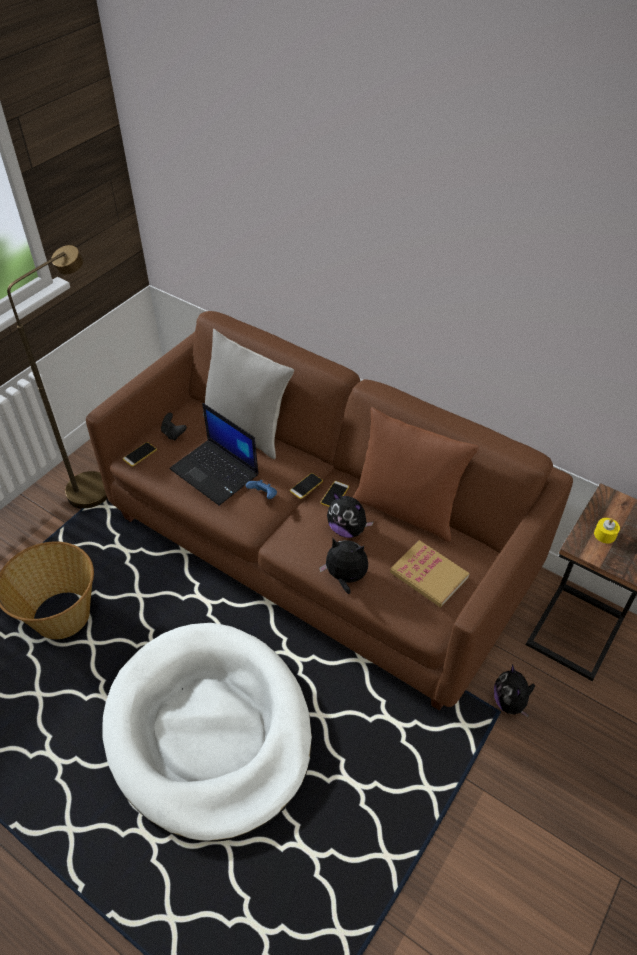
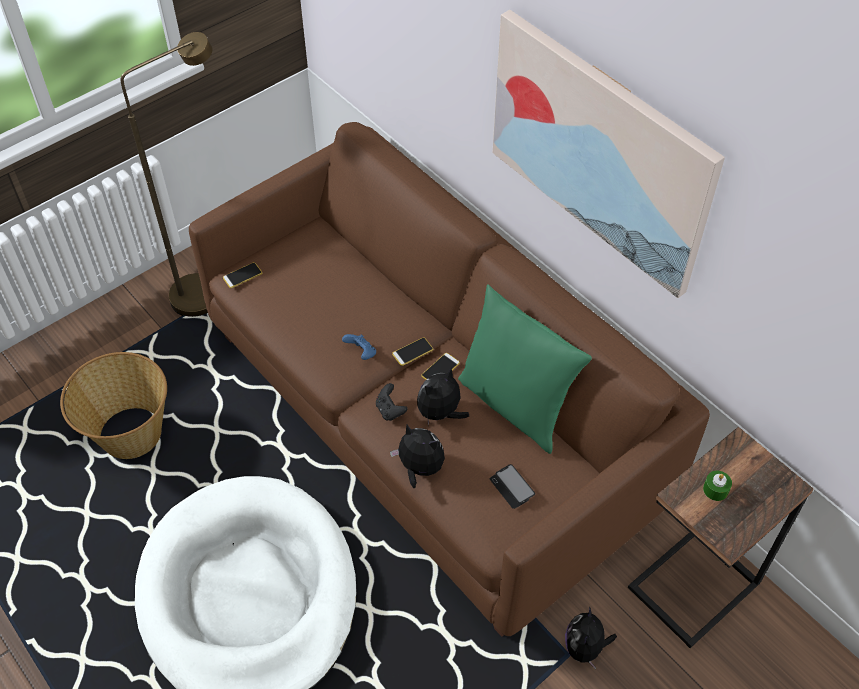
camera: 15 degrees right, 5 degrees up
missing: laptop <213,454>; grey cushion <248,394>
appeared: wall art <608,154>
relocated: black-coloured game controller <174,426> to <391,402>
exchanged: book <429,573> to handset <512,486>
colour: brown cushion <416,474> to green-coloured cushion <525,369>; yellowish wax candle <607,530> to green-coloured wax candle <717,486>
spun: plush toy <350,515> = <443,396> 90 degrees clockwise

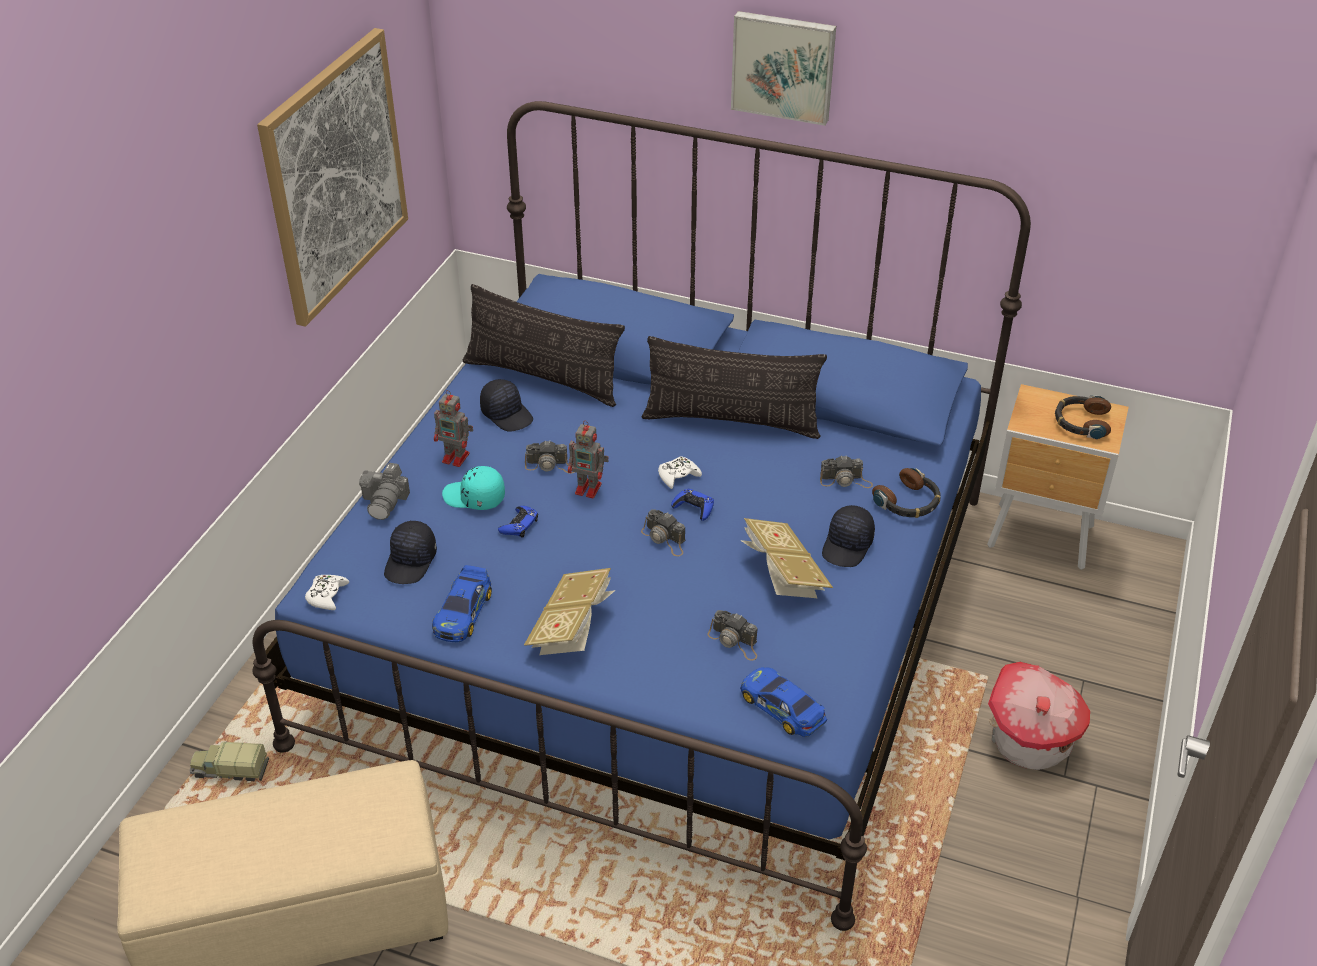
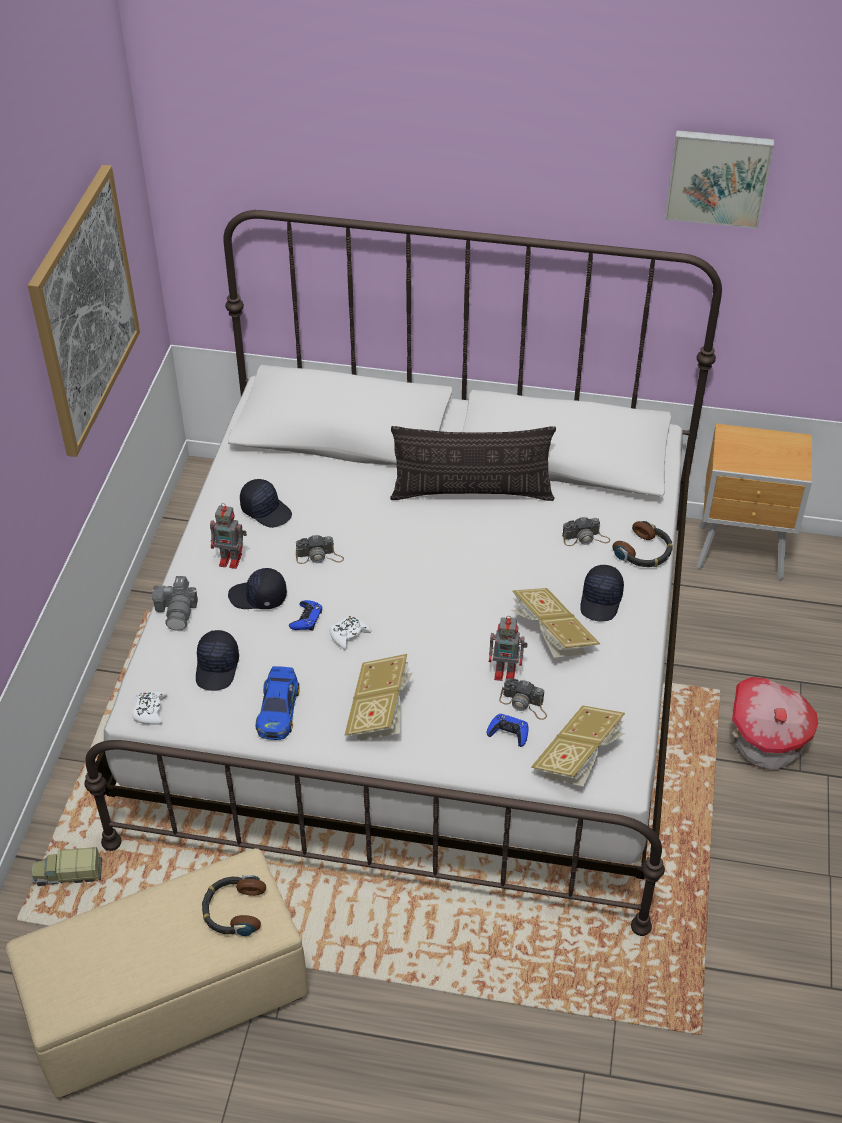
camera: 10 degrees left, 5 degrees up
missing: cushion <544,345>; photo camera <663,533>
relocated: model robot <588,459> to <508,648>; white game controller <680,472> to <350,632>; blue game controller <692,505> to <508,730>; wall art <783,68> to <719,179>; headset <1083,417> to <234,905>
exchanged: toy car <783,702> to book <578,745>
colour: blue sleeping bed <641,516> to white sleeping bed <403,573>; turquoise cap <473,488> to black-coloured cap <257,588>

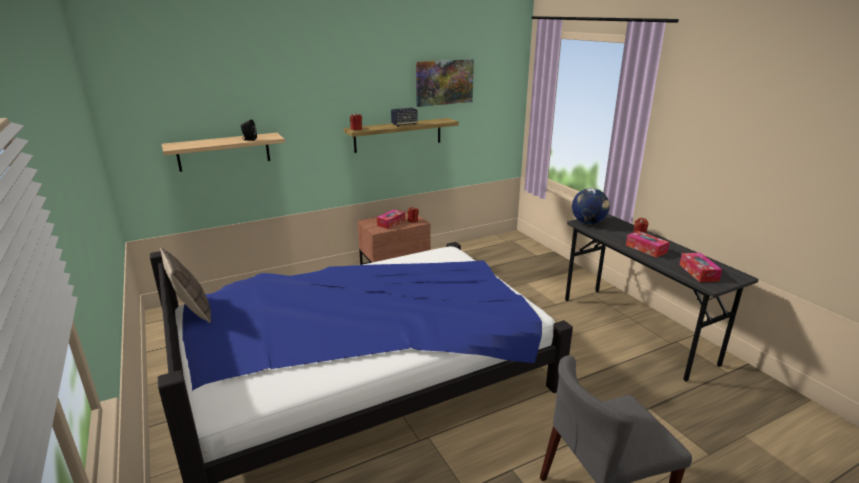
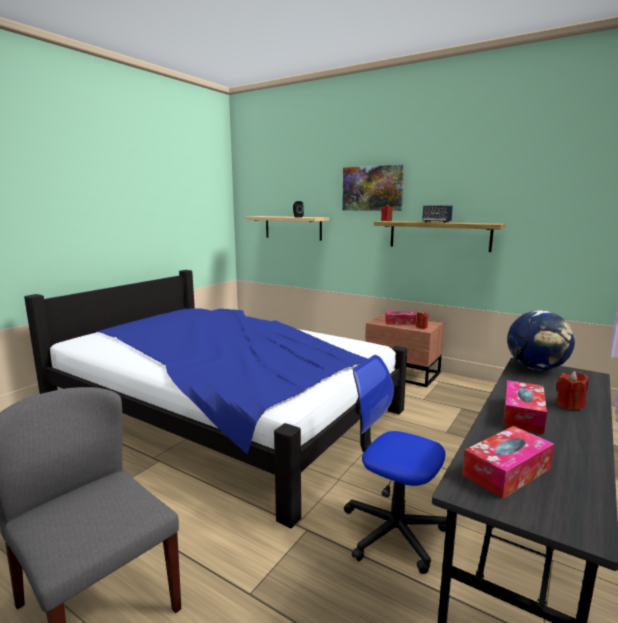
camera: 60 degrees right, 10 degrees down
missing: cushion <185,285>
appeared: desk chair <395,464>
relocated: wall art <445,83> to <373,188>

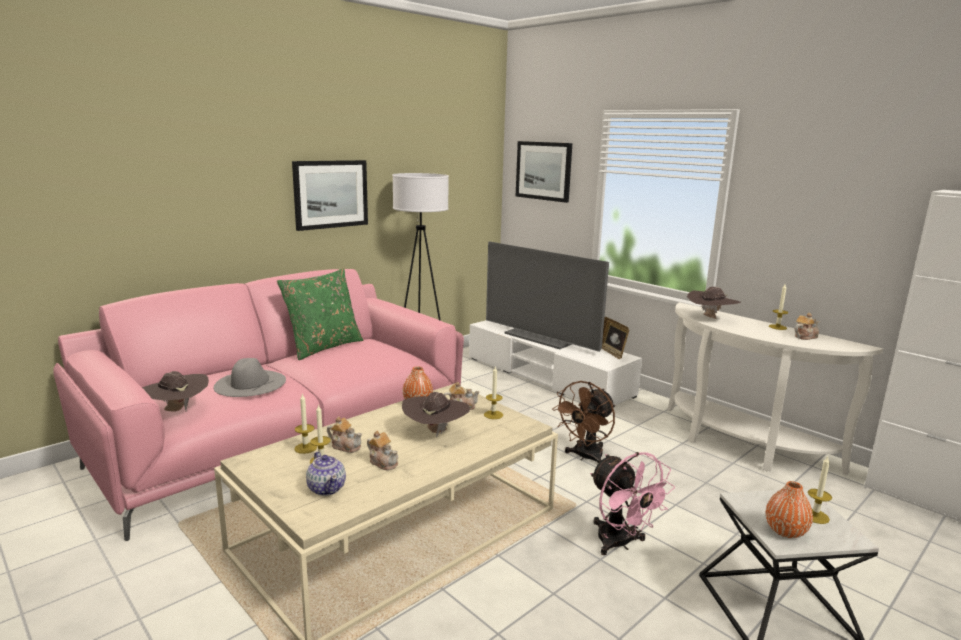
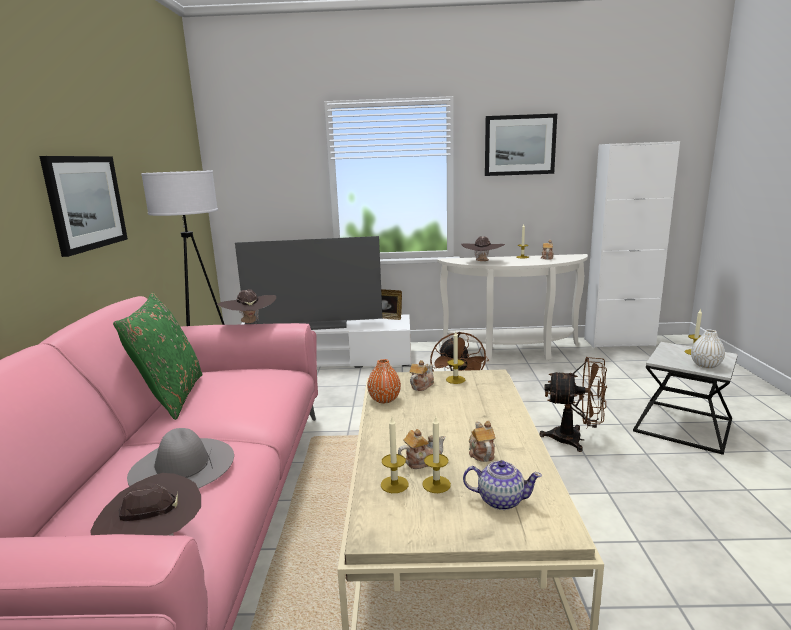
camera: 45 degrees left, 0 degrees up
relocated: brown wearable hat <436,415> to <246,306>; wall art <544,172> to <521,145>
colour: pink-coloured electric fan <632,503> to brown electric fan <573,404>; orange flower vase <789,509> to white flower vase <708,349>
spun: tea pot <382,450> = <482,441> 90 degrees counterclockwise

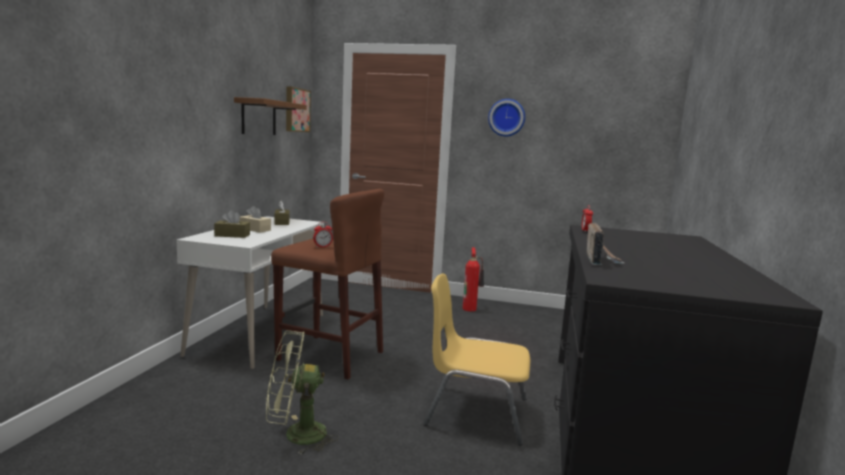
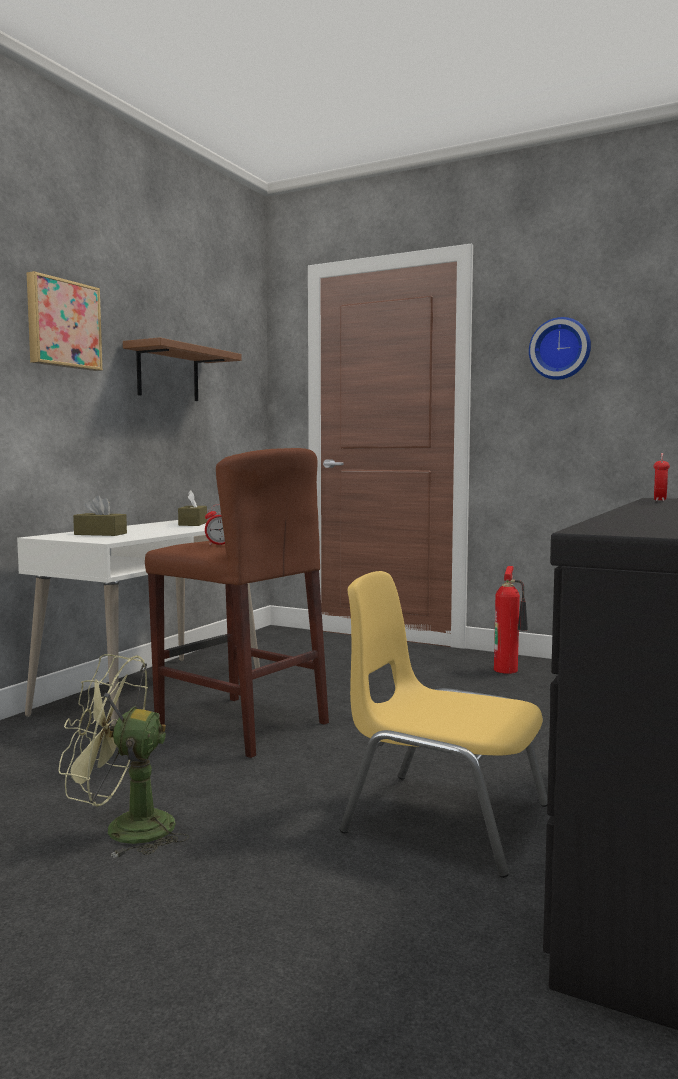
camera: 15 degrees right, 5 degrees down
missing: sand-coloured tissue box <255,219>; radio receiver <606,243>
relocated: wall art <298,109> to <65,321>

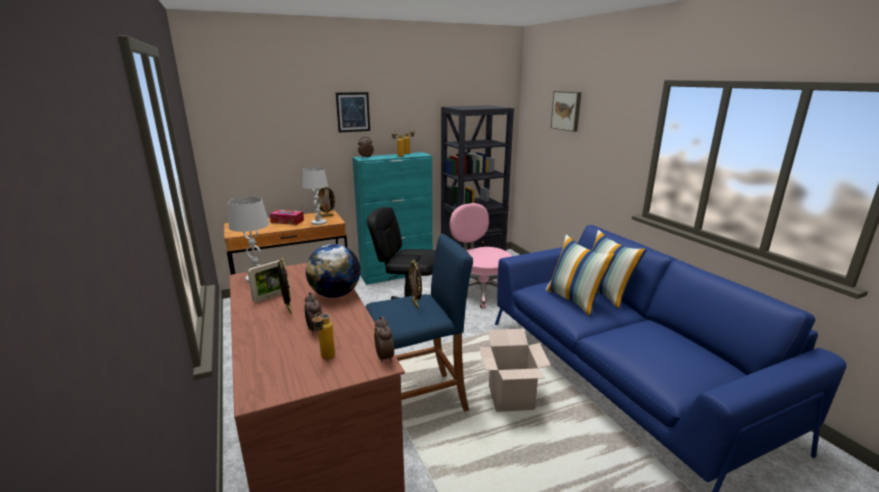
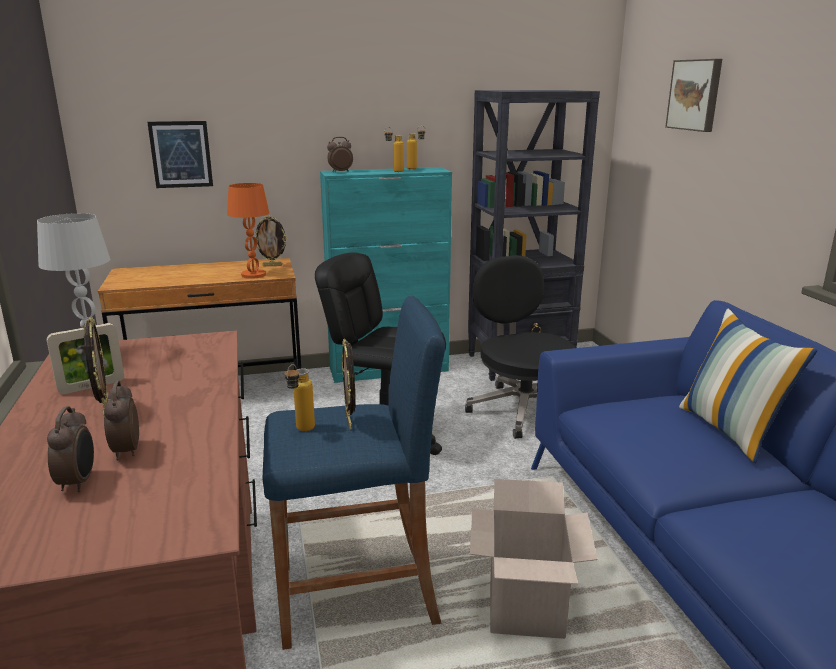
camera: 10 degrees right, 0 degrees up
missing: tissue box <287,217>; globe <333,271>; cushion <580,275>
relocated: drink bottle <323,336> to <300,397>; wall art <353,112> to <180,154>; alarm clock <384,339> to <70,449>
colour: white tabletop lamp <315,196> to orange tabletop lamp <248,231>; pink-coloured desk chair <481,256> to black-coloured desk chair <520,347>

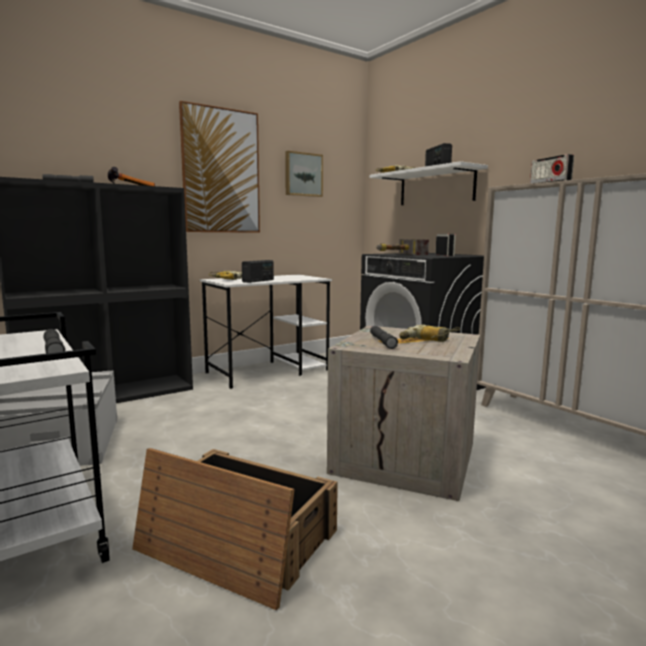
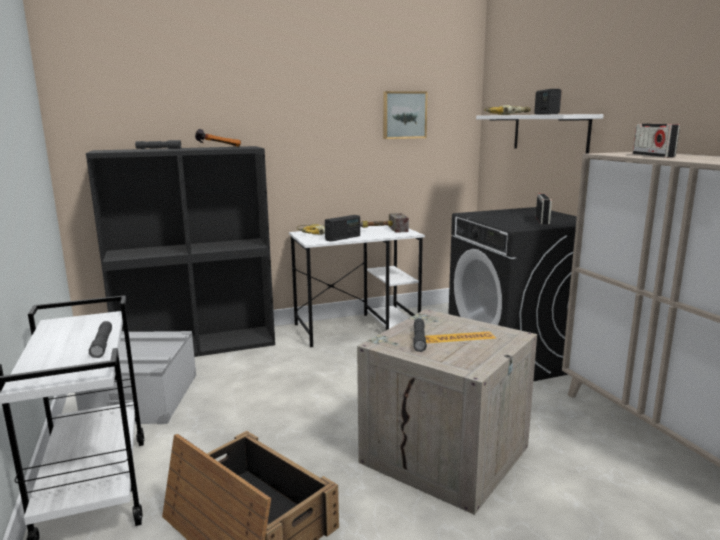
camera: 15 degrees right, 5 degrees up
missing: wall art <219,167>; electric drill <429,333>
relocated: hand hammer <402,247> to <384,223>

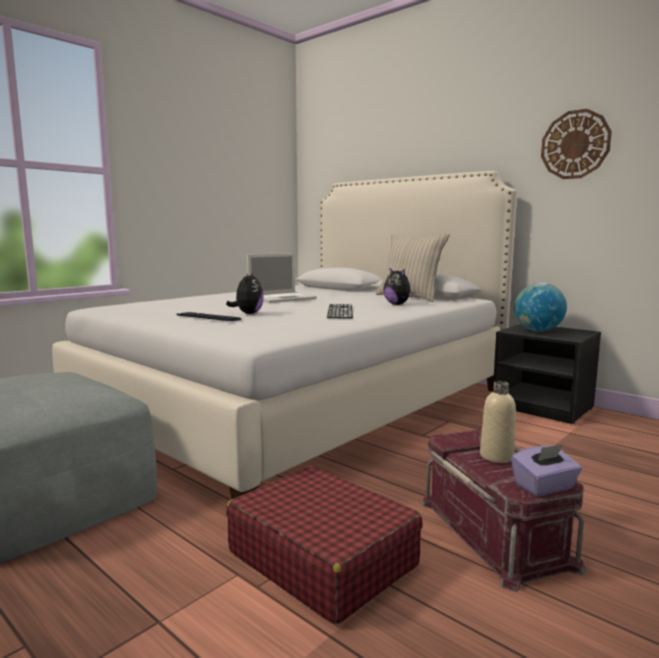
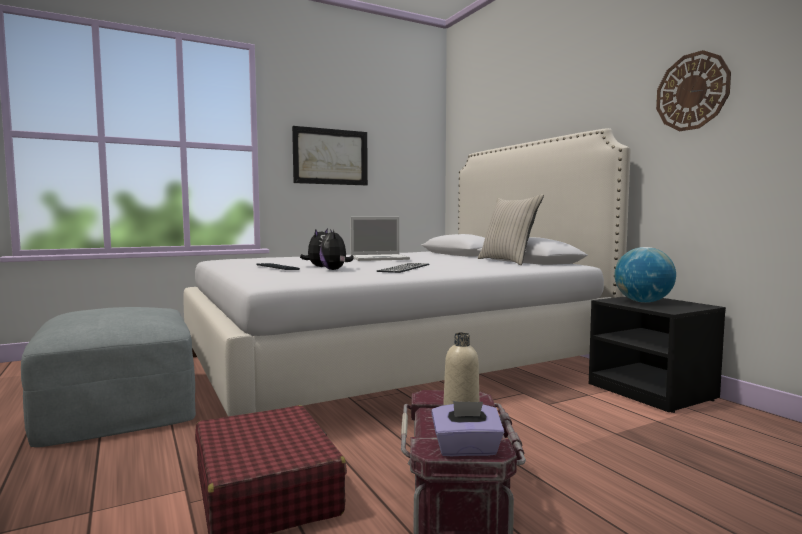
camera: 20 degrees right, 5 degrees down
appeared: wall art <330,155>
relocated: plush toy <399,286> to <336,249>

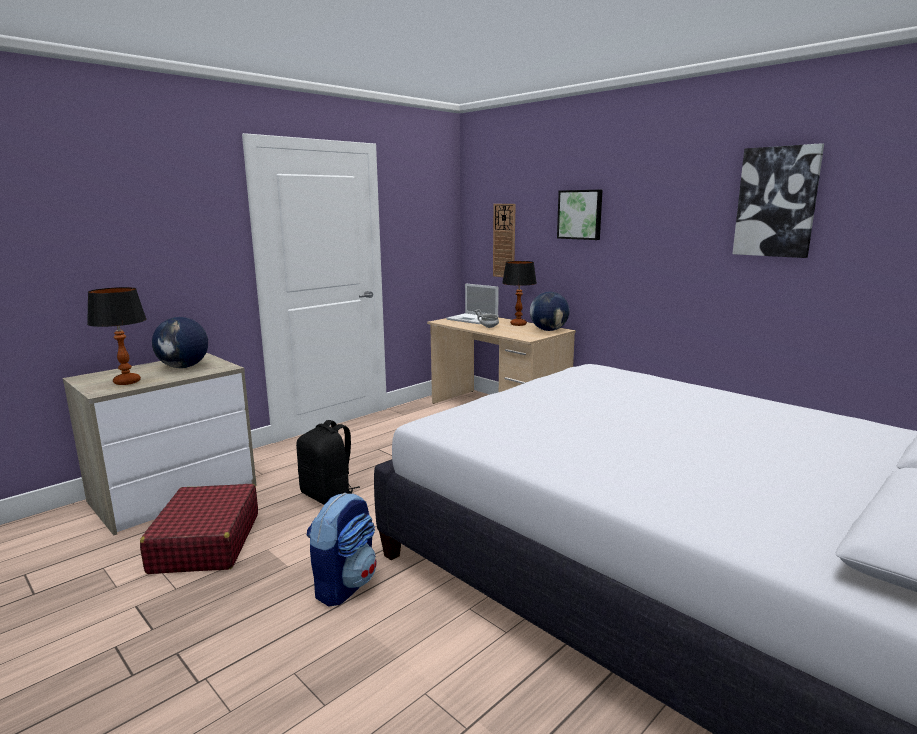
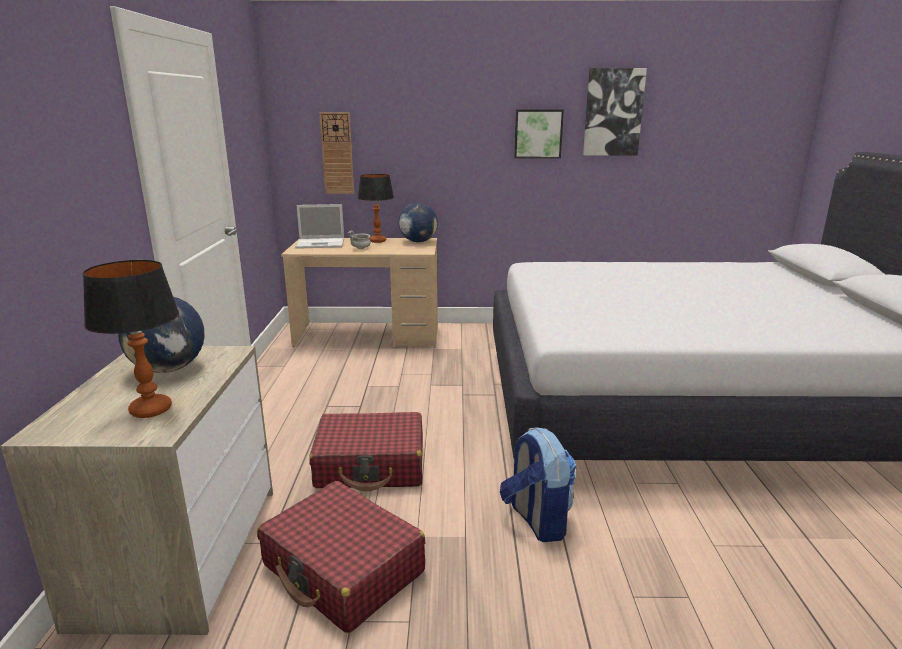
camera: 45 degrees left, 5 degrees up
relocated: wall art <580,215> to <539,134>
exchanged: black-coloured knapsack <328,462> to red suitcase <366,451>

